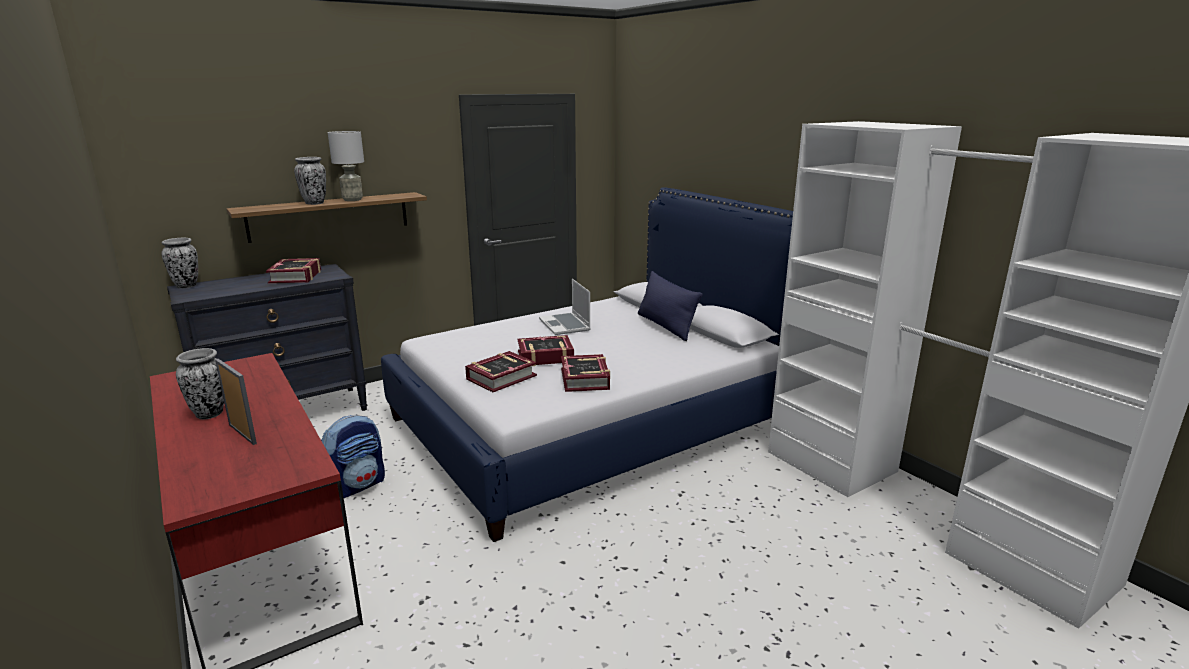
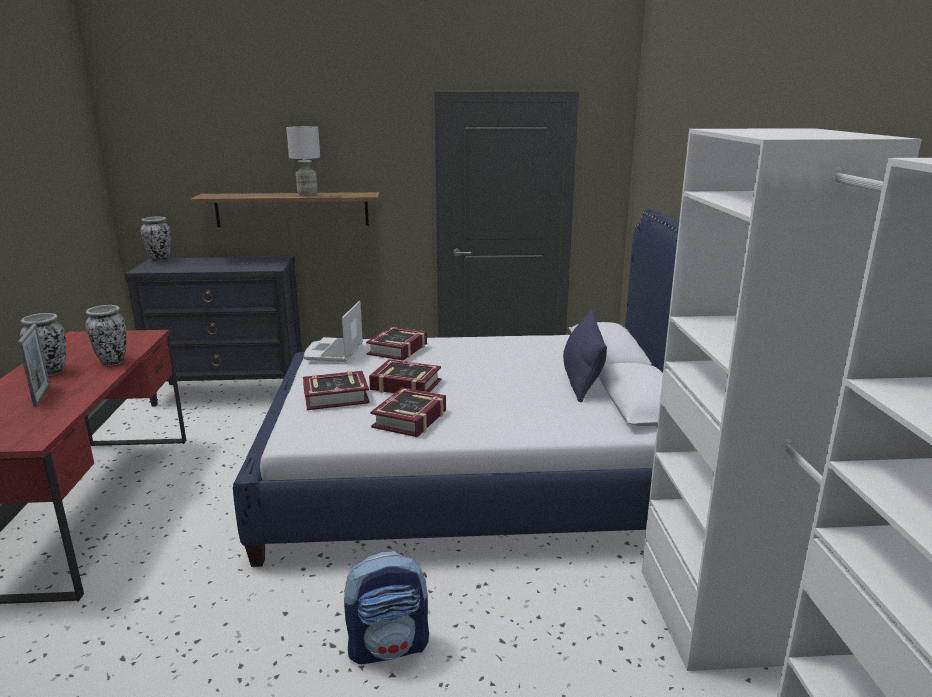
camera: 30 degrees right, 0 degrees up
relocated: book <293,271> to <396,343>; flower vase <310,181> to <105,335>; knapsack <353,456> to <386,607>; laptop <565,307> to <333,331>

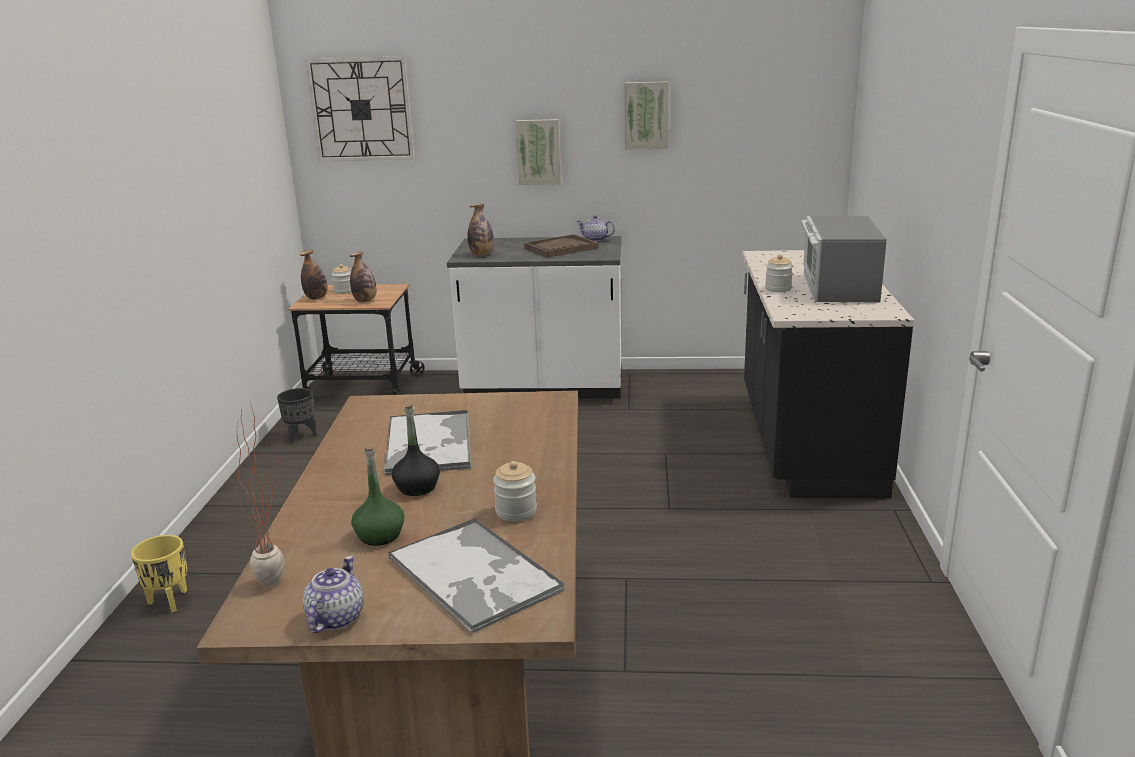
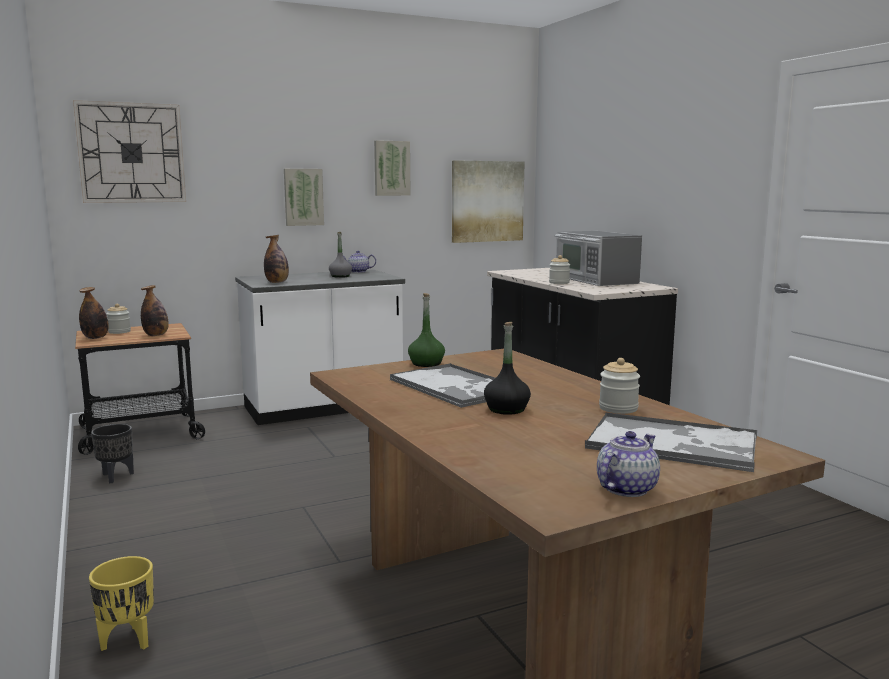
camera: 30 degrees left, 10 degrees down
missing: plant in a pot <257,493>
appeared: wall art <488,201>
relocated: green-coloured drink bottle <377,495> to <426,330>
exchanged: brown tray <561,246> to grey drink bottle <340,255>
spun: tea pot <333,594> = <628,464> 60 degrees clockwise

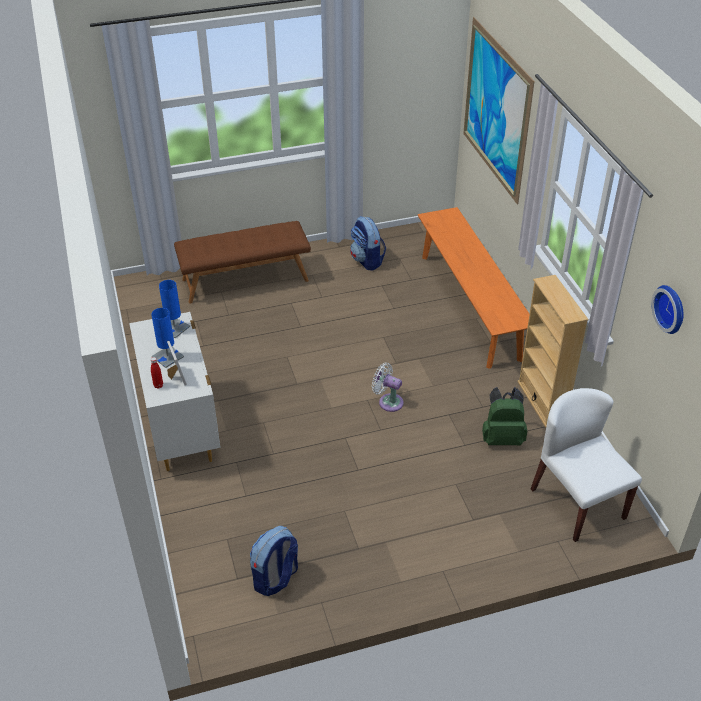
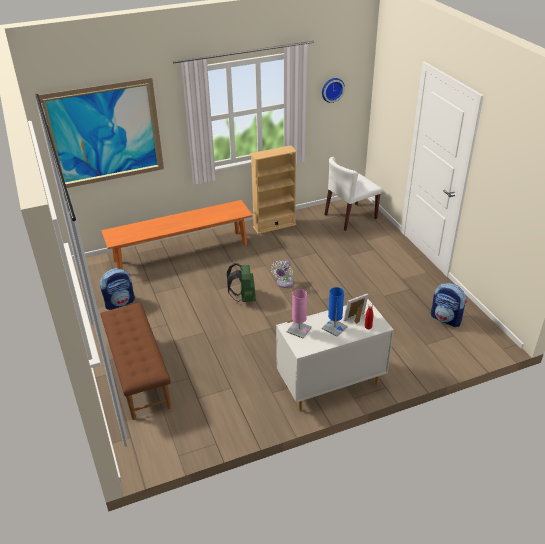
camera: 95 degrees left, 5 degrees down
relocated: green-coloured knapsack <504,416> to <241,282>
colour: blue tabletop lamp <174,309> to pink-coloured tabletop lamp <299,313>

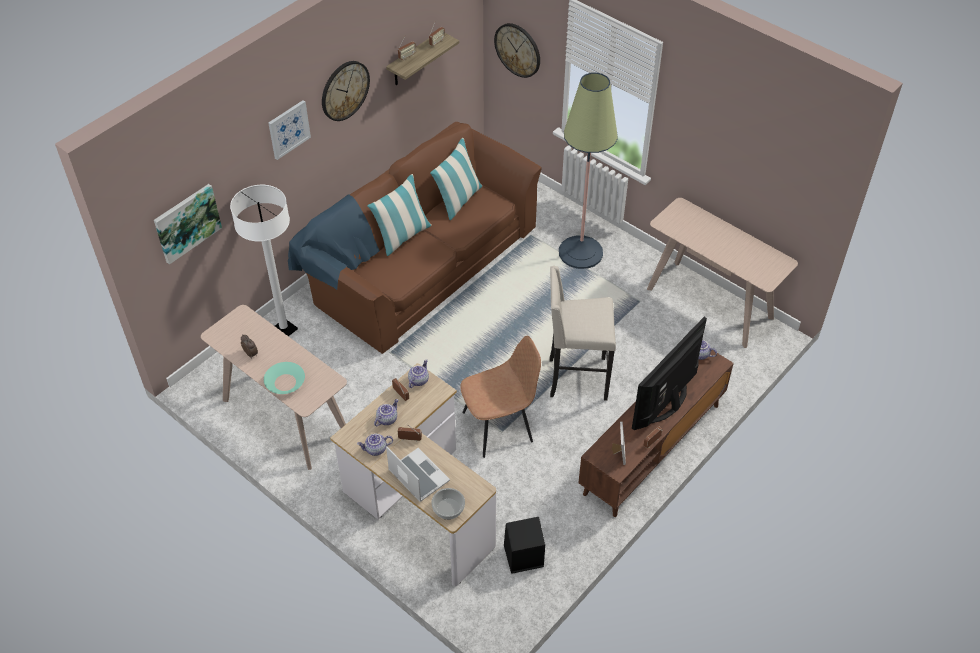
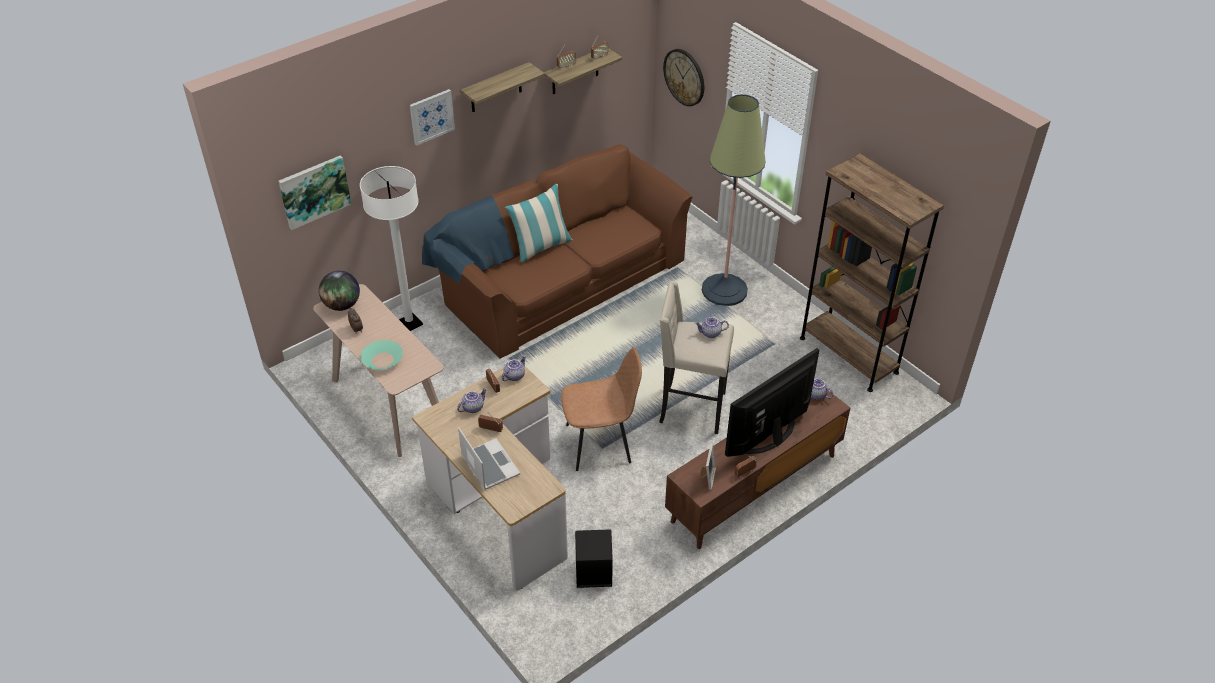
camera: 10 degrees right, 5 degrees down
missing: cushion <456,179>; deep dish <448,504>
appeared: globe <339,291>
relocated: tea pot <375,445> to <712,327>
exchanged: clock on the wall <346,91> to wall shelf <502,87>; sand-coloured narrow table <722,273> to brown bookshelf <872,272>

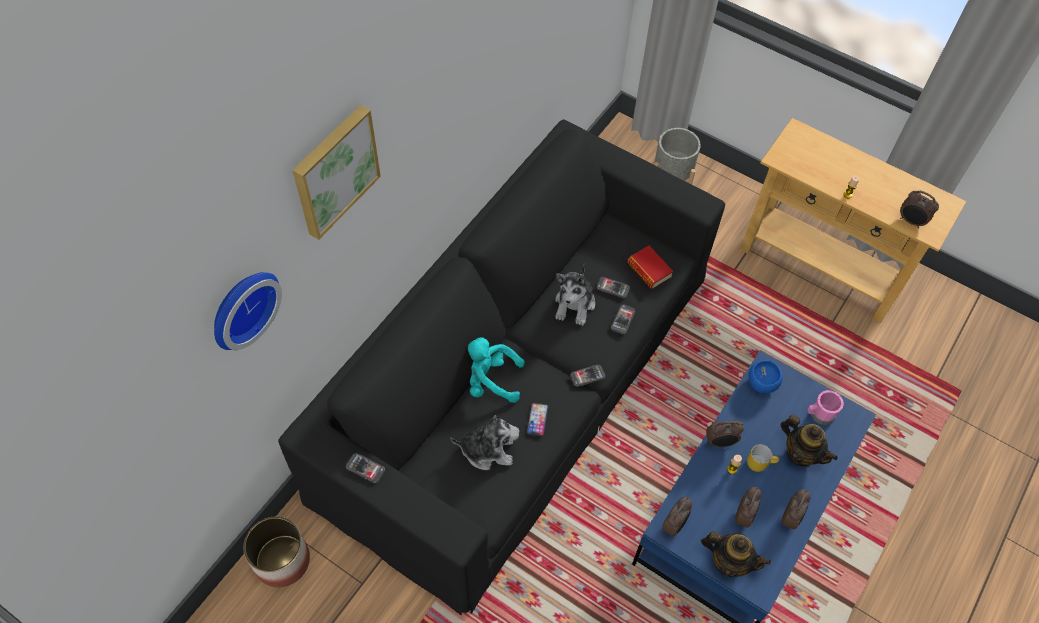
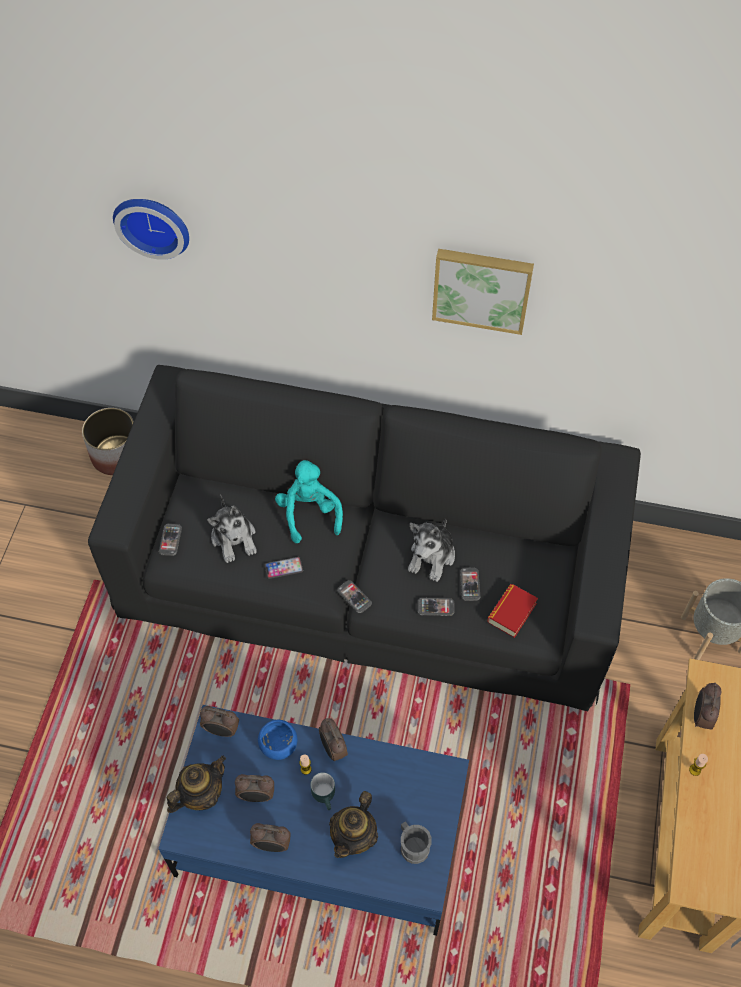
camera: 70 degrees right, 0 degrees up
relocated: wall art <336,172> to <483,292>; handset <365,468> to <170,540>; blue deep dish <765,376> to <278,740>; alarm clock <919,210> to <707,706>
colour: yellowish mug <763,458> to turquoise mug <322,791>; pink-coloured mug <826,407> to grey mug <416,842>
spun: plush toy <575,295> = <431,550> 60 degrees counterclockwise; tea pot <736,554> = <196,784> 135 degrees counterclockwise

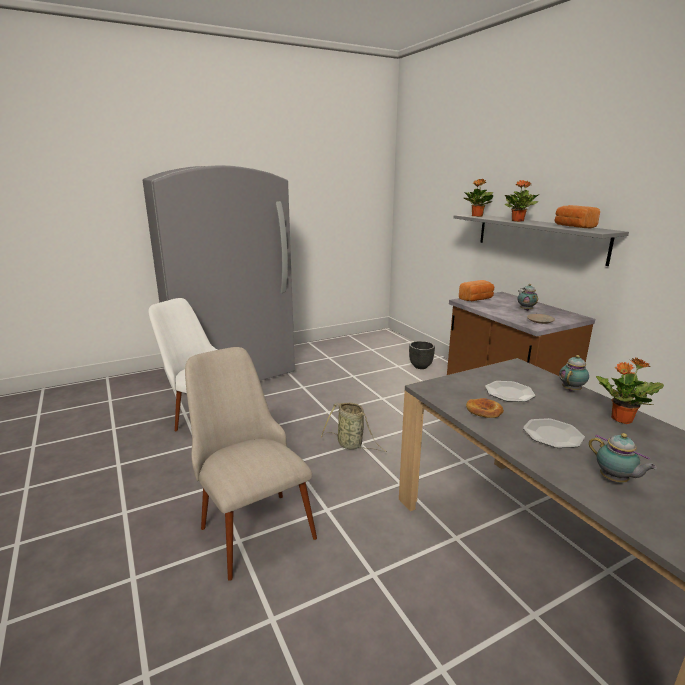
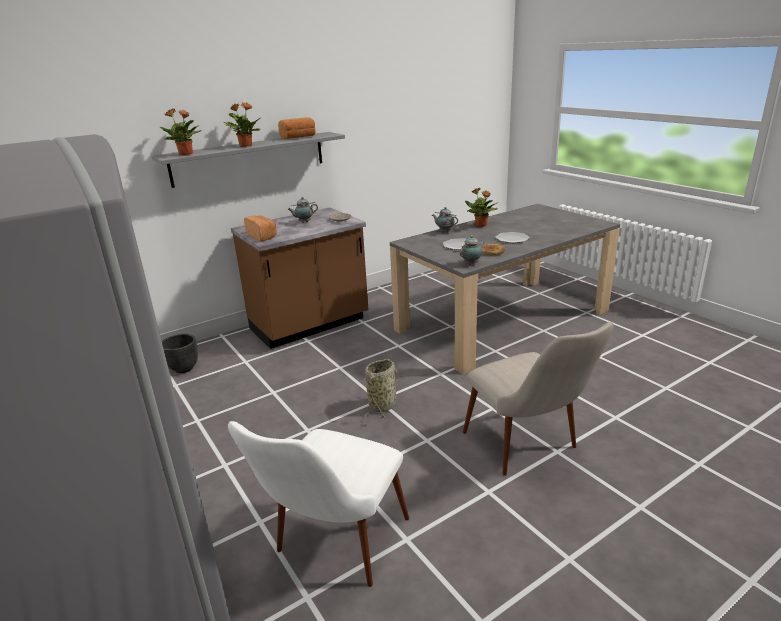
camera: 95 degrees left, 5 degrees up
relocated: tea pot <623,458> to <472,250>
spun: sand-coloured plain chair <251,464> = <538,399> 75 degrees counterclockwise

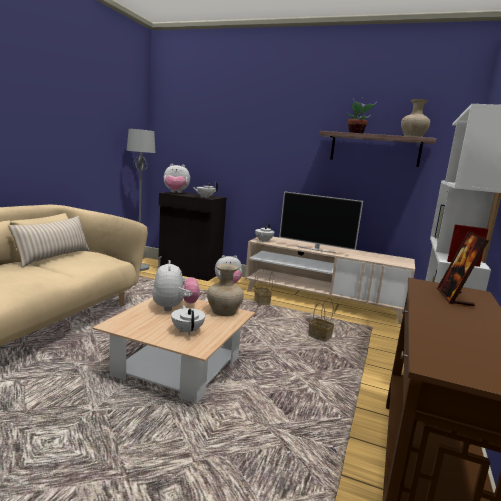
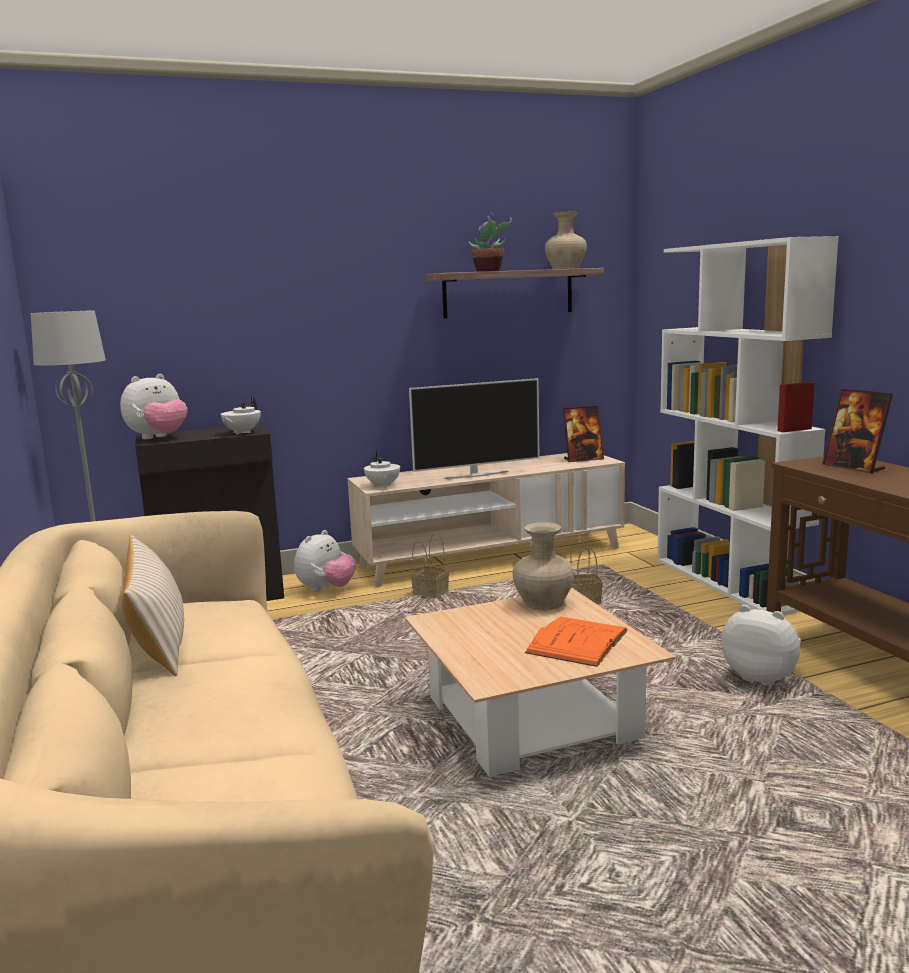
camera: 40 degrees left, 0 degrees up
appeared: photo frame <583,434>
relocated: plush toy <176,285> to <761,645>
exchanged: white tea pot <188,320> to orange book <576,642>

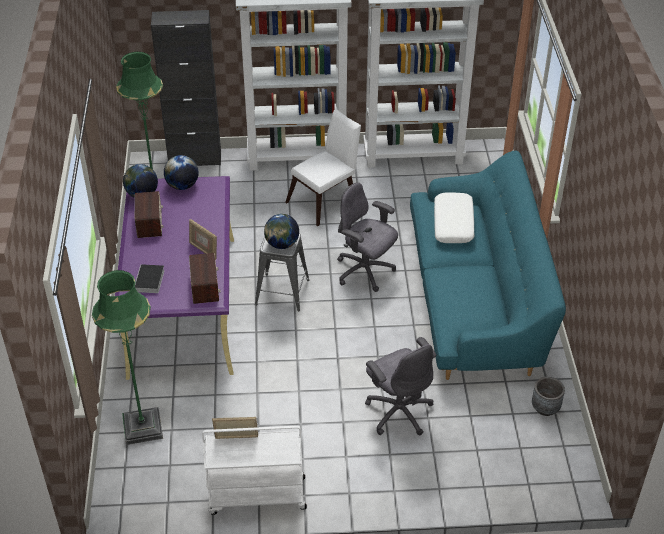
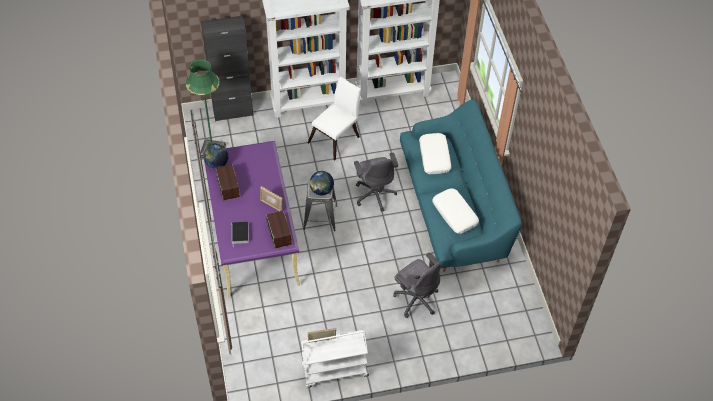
camera: 10 degrees left, 10 degrees up
missing: green-coloured floor lamp <127,357>; globe <181,172>; grey planter <548,396>
appeared: white cushion <455,211>
spun: grey desk chair <367,237> = <376,182> 135 degrees counterclockwise

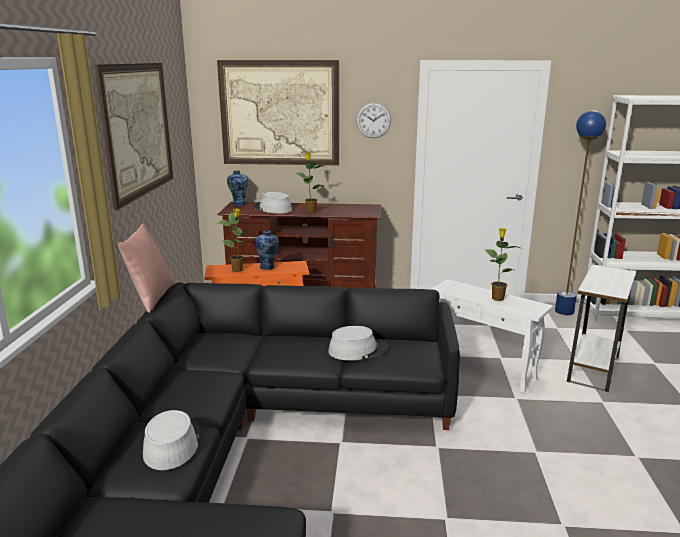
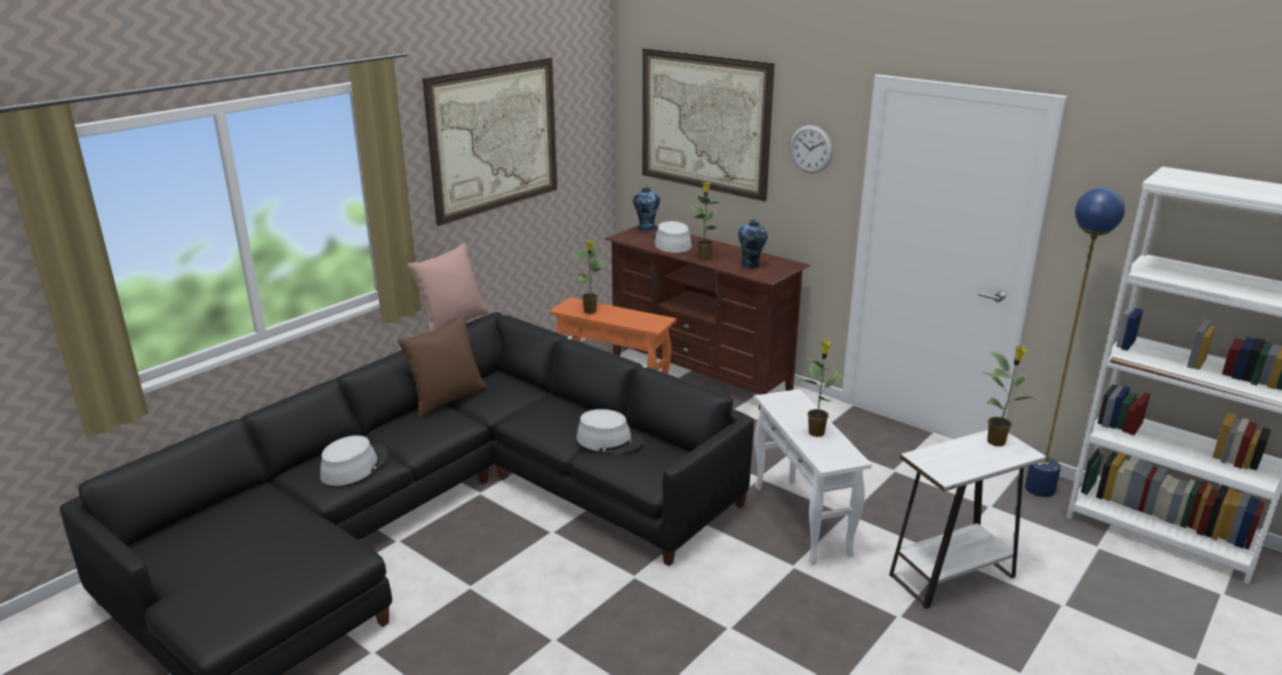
camera: 35 degrees right, 5 degrees up
appeared: brown cushion <442,367>; plant in a pot <1010,396>
relocated: flower vase <267,250> to <753,244>

